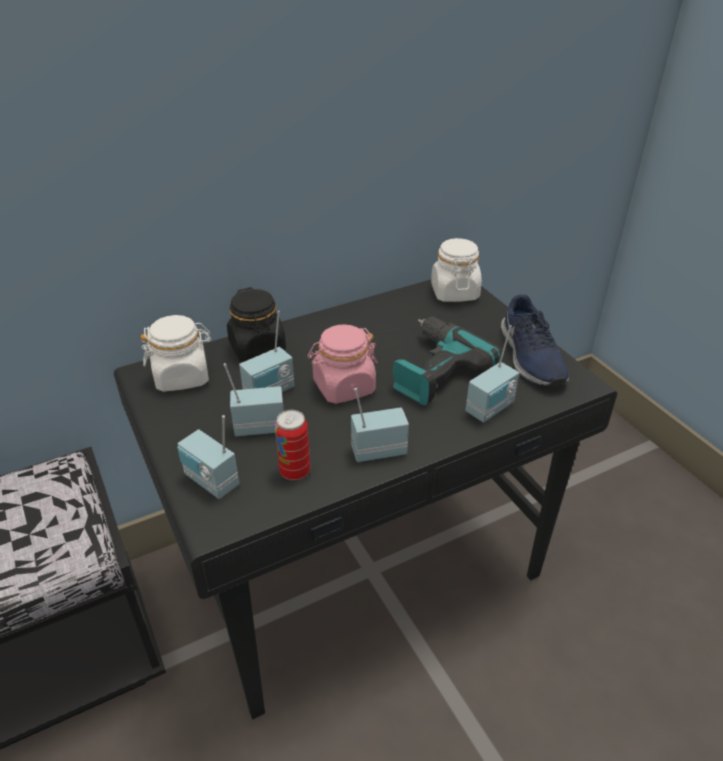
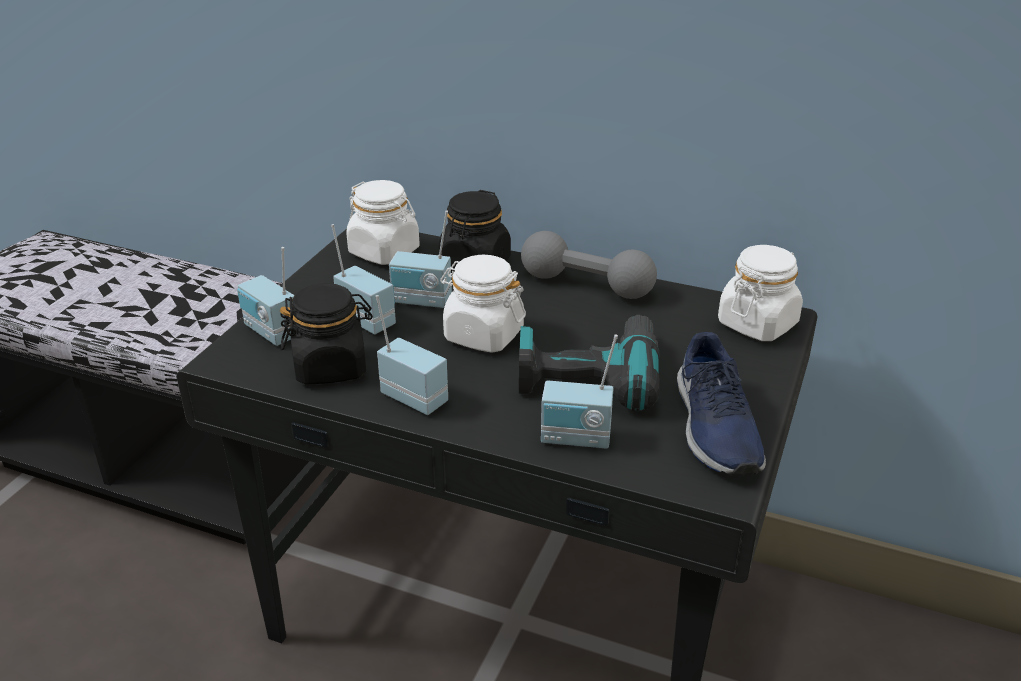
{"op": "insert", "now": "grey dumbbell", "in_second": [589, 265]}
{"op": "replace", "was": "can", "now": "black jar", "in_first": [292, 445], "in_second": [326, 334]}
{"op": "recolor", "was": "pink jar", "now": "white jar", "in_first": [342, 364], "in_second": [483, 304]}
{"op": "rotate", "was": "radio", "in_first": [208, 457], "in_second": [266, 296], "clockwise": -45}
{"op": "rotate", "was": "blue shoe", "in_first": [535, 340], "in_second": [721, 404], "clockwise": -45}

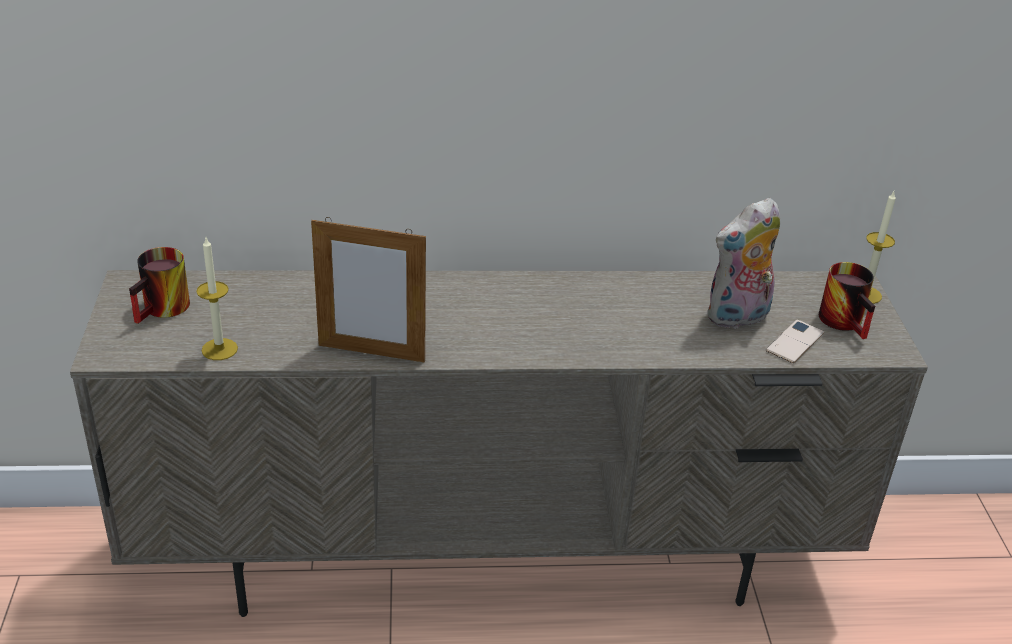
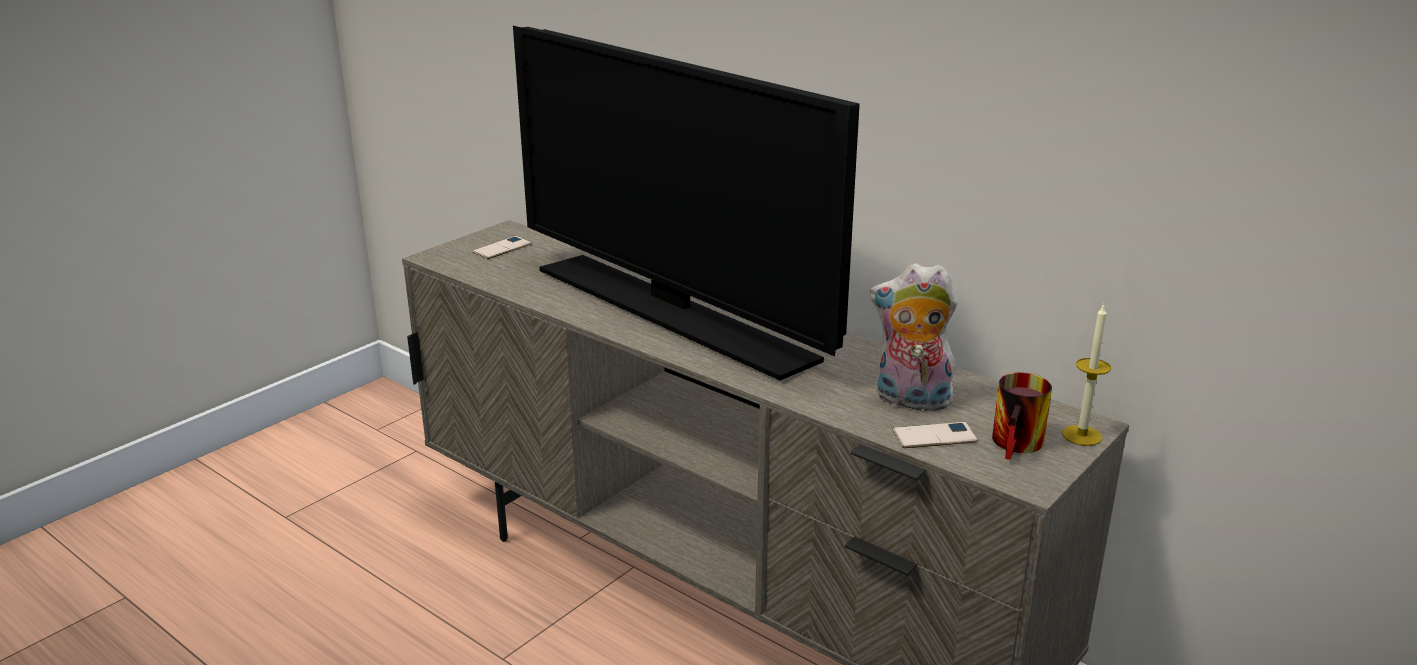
{"op": "delete", "was": "candle", "in_first": [217, 299]}
{"op": "delete", "was": "picture frame", "in_first": [368, 289]}
{"op": "insert", "now": "television", "in_second": [686, 203]}
{"op": "replace", "was": "mug", "now": "phone", "in_first": [159, 285], "in_second": [502, 247]}

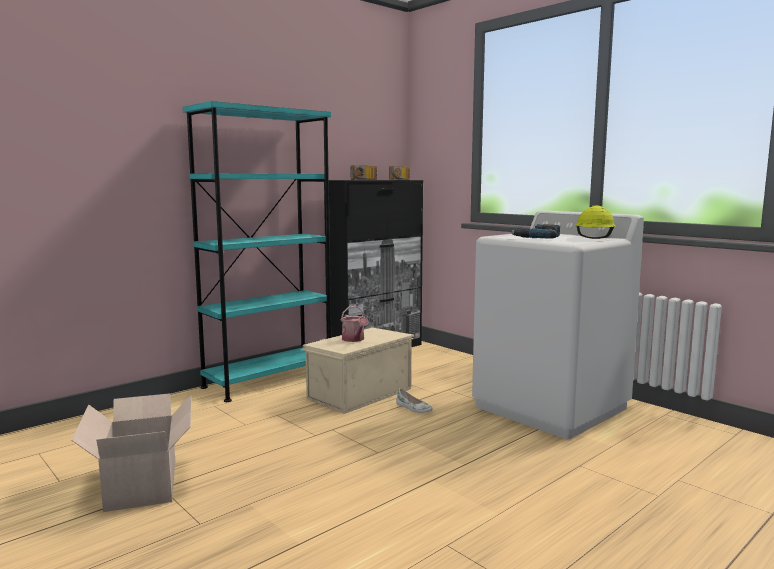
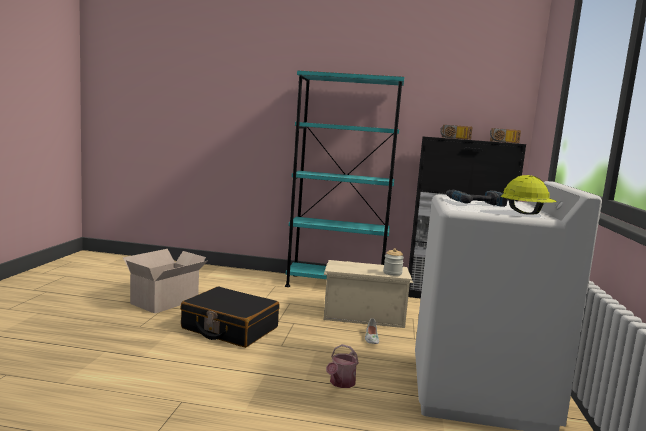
{"op": "insert", "now": "black suitcase", "in_second": [229, 317]}
{"op": "insert", "now": "jar", "in_second": [393, 262]}
{"op": "move", "was": "watering can", "in_first": [355, 324], "in_second": [342, 366]}

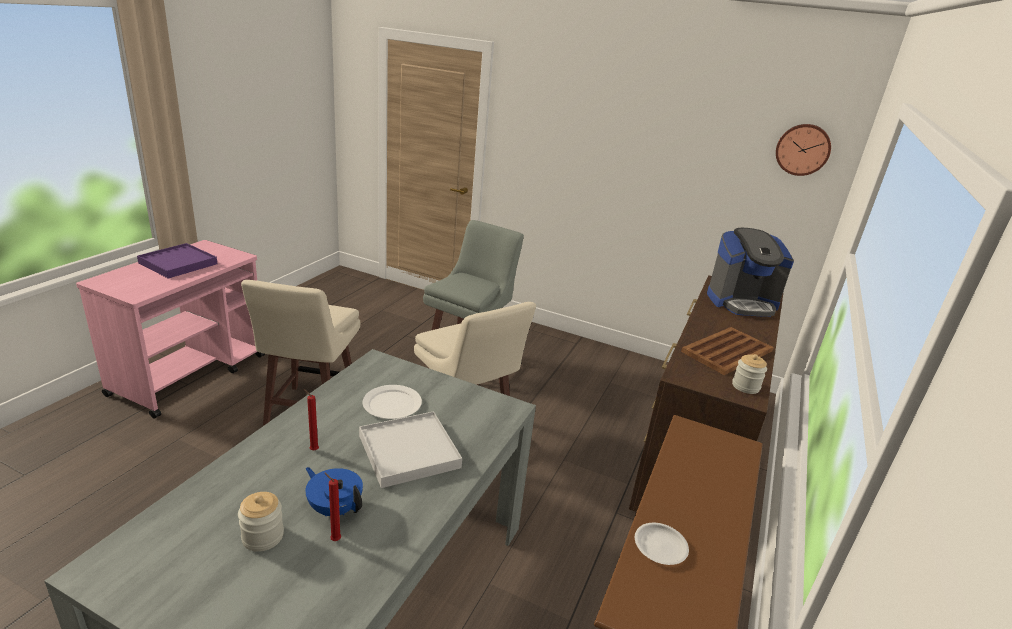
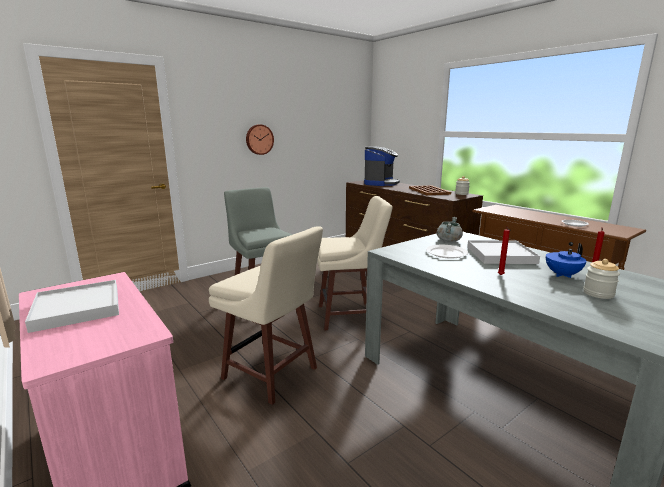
{"op": "insert", "now": "grey cooking pot", "in_second": [450, 229]}
{"op": "move", "was": "wall clock", "in_first": [803, 150], "in_second": [260, 139]}
{"op": "recolor", "was": "purple tray", "now": "white tray", "in_first": [177, 261], "in_second": [72, 306]}

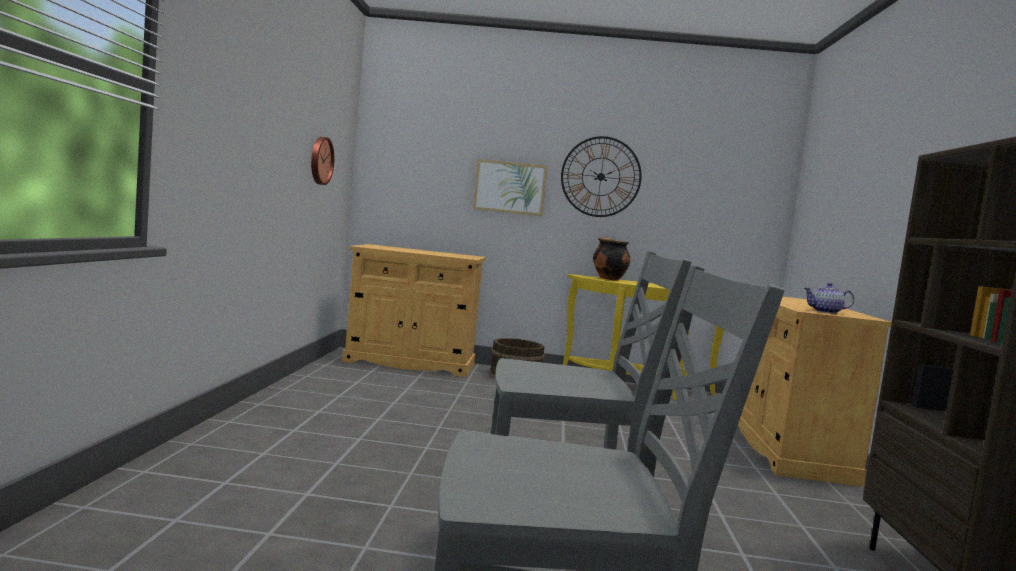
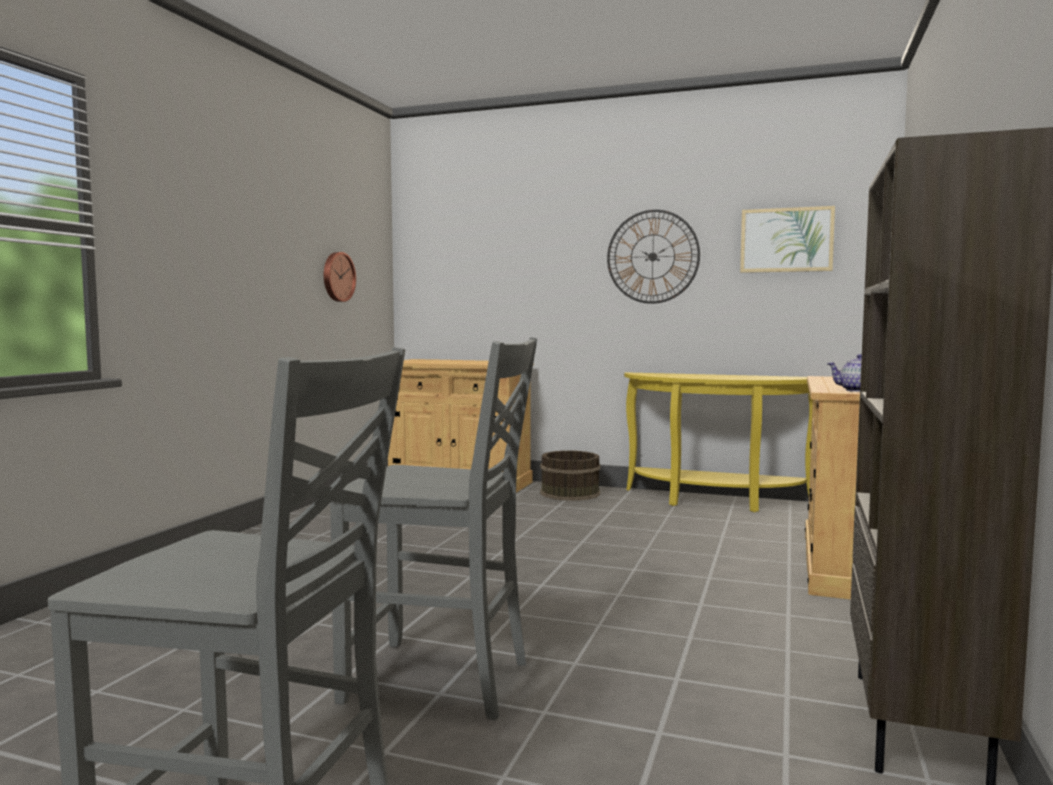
{"op": "delete", "was": "cooking pot", "in_first": [611, 259]}
{"op": "move", "was": "picture", "in_first": [510, 187], "in_second": [787, 239]}

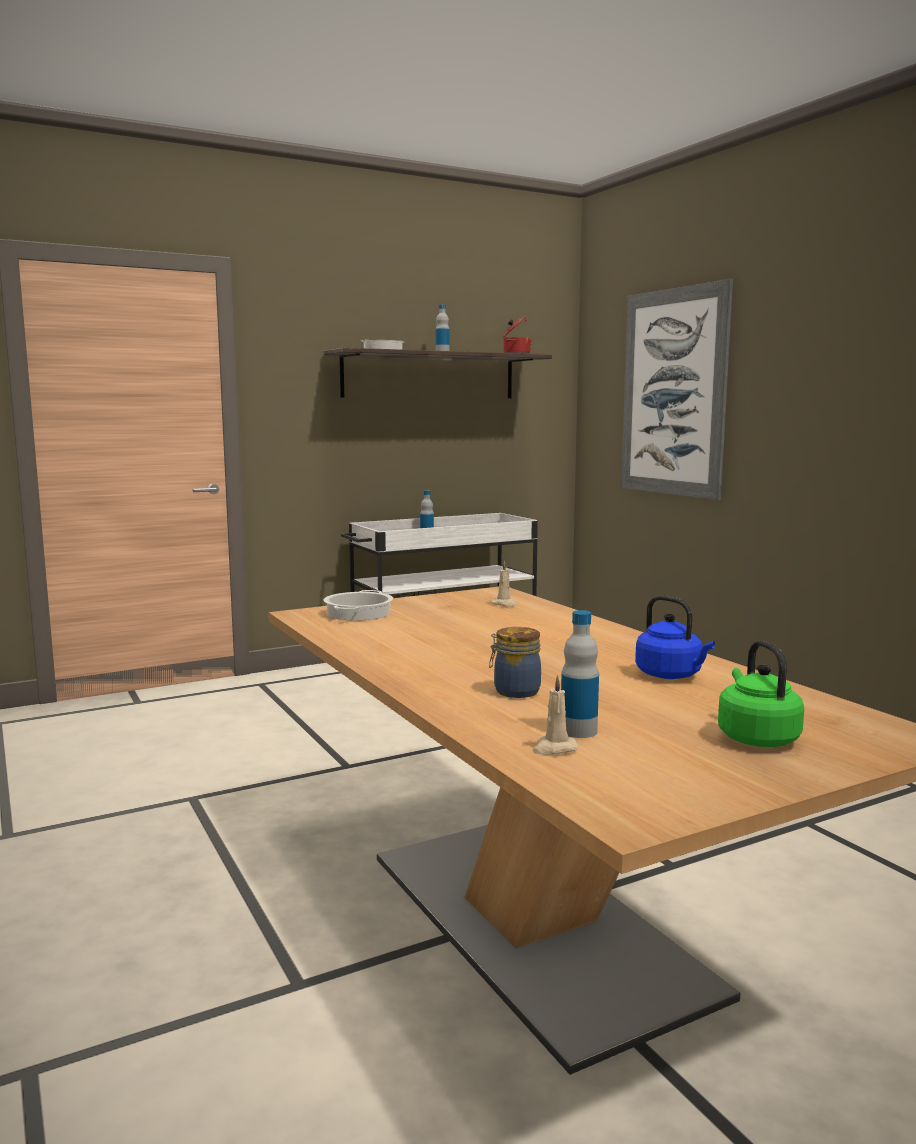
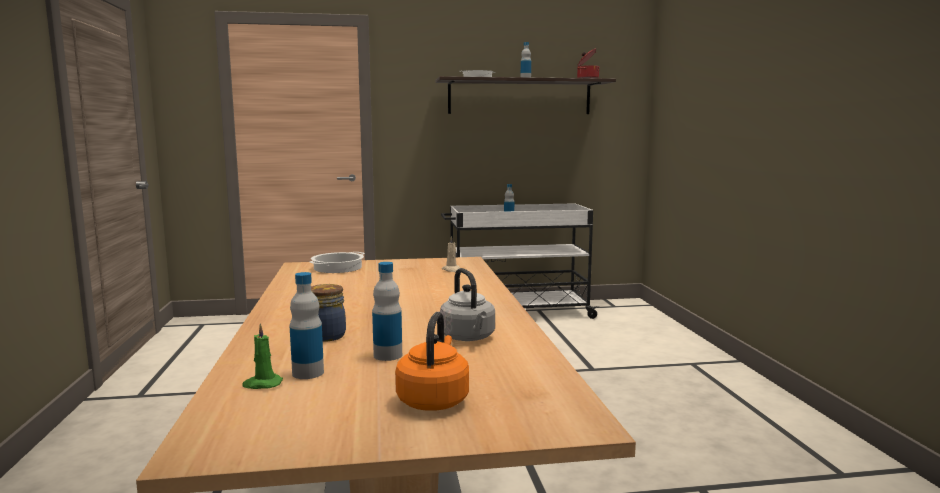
{"op": "delete", "was": "picture", "in_first": [677, 389]}
{"op": "insert", "now": "bottle", "in_second": [387, 311]}
{"op": "recolor", "was": "beige candle", "now": "green candle", "in_first": [555, 715], "in_second": [262, 356]}
{"op": "recolor", "was": "blue kettle", "now": "grey kettle", "in_first": [675, 637], "in_second": [467, 304]}
{"op": "recolor", "was": "green kettle", "now": "orange kettle", "in_first": [761, 693], "in_second": [432, 361]}

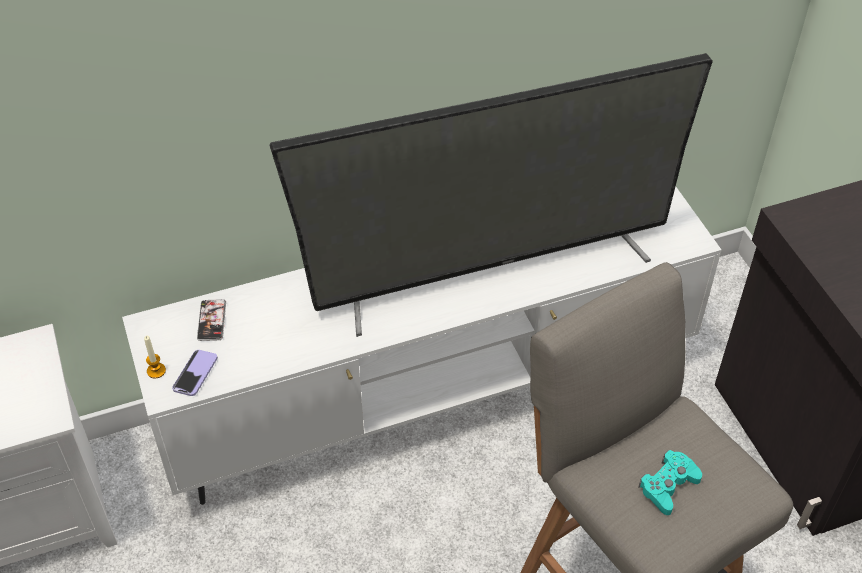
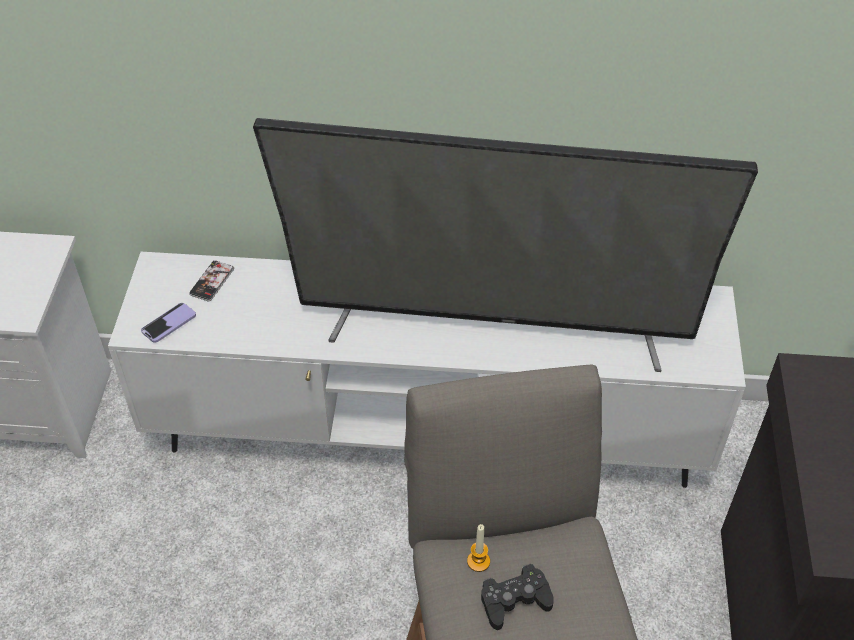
{"op": "move", "was": "candle", "in_first": [155, 357], "in_second": [478, 548]}
{"op": "recolor", "was": "turquoise game controller", "now": "black game controller", "in_first": [670, 482], "in_second": [517, 597]}

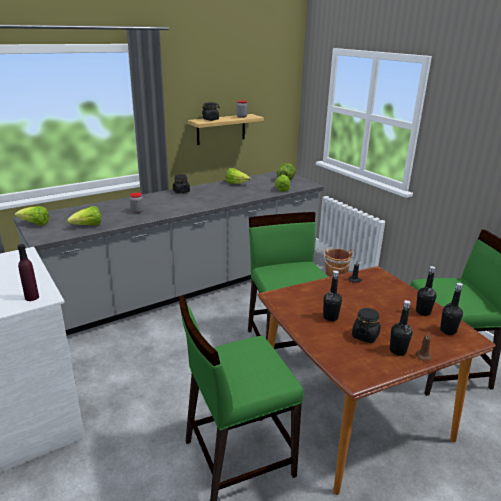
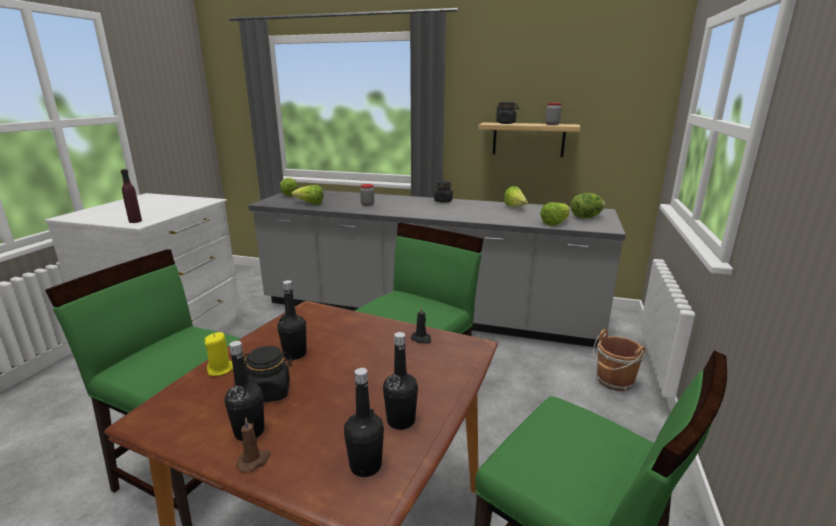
{"op": "insert", "now": "yellow candle", "in_second": [219, 354]}

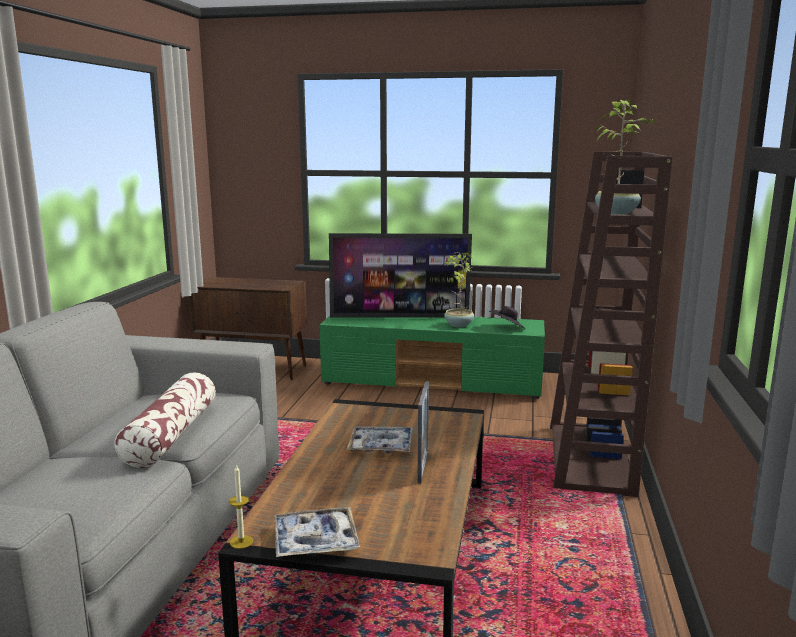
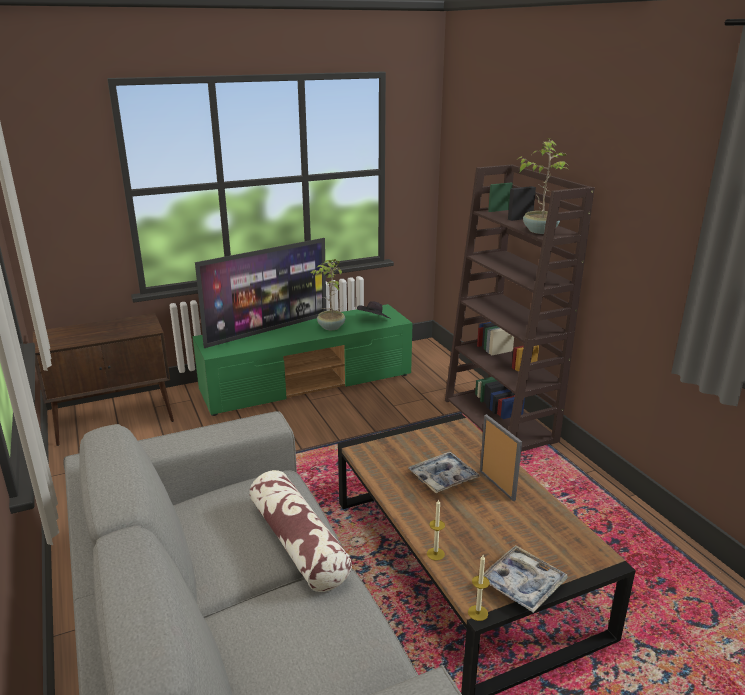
{"op": "insert", "now": "candle", "in_second": [436, 530]}

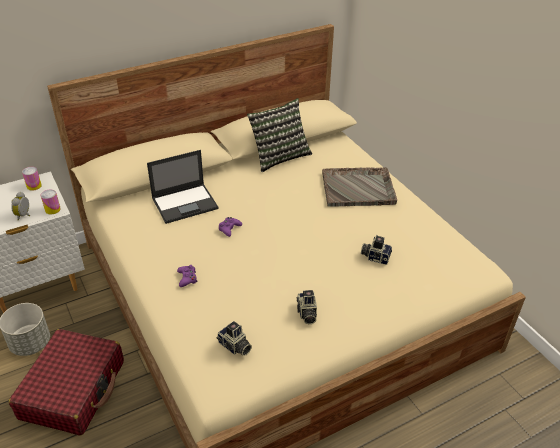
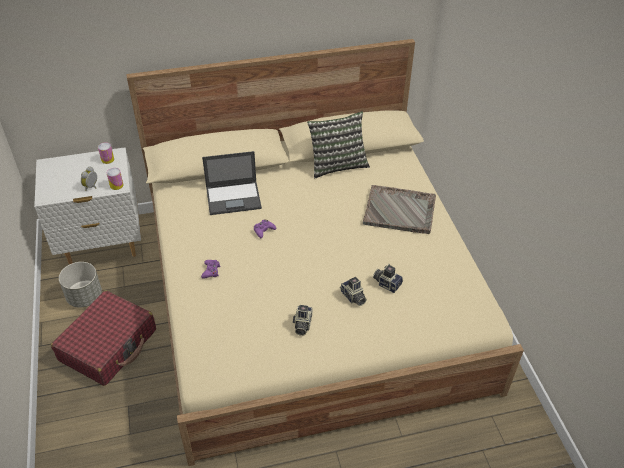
{"op": "move", "was": "photo camera", "in_first": [234, 338], "in_second": [353, 291]}

